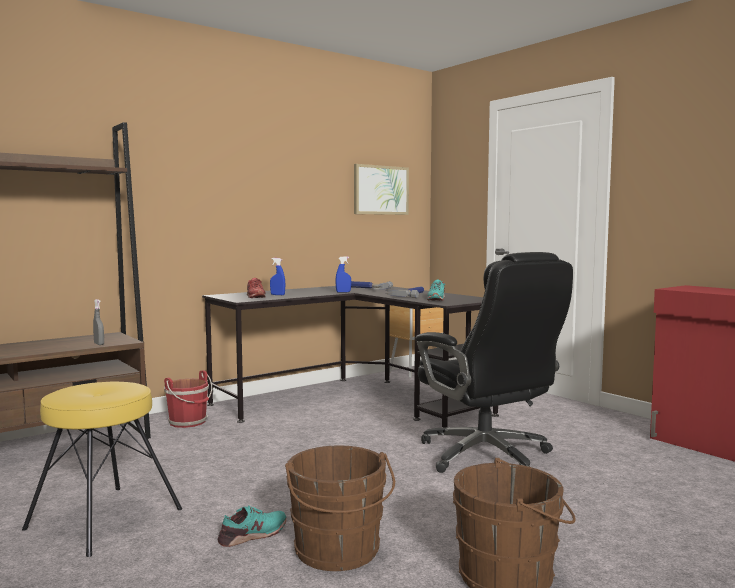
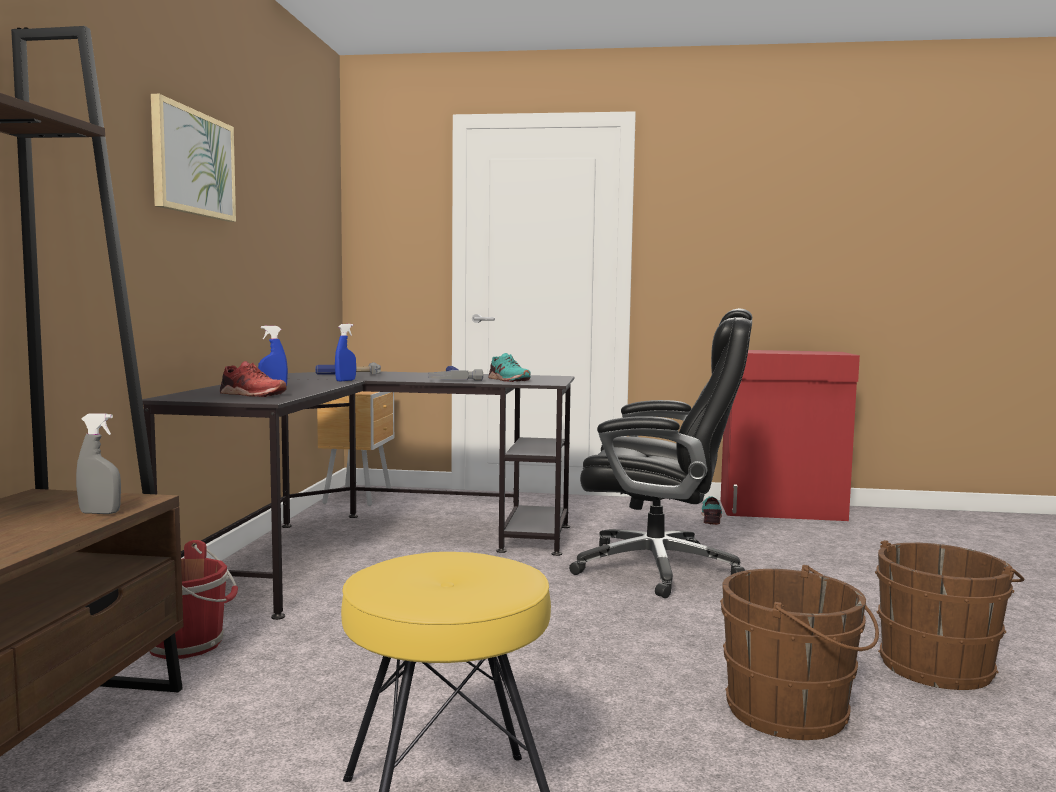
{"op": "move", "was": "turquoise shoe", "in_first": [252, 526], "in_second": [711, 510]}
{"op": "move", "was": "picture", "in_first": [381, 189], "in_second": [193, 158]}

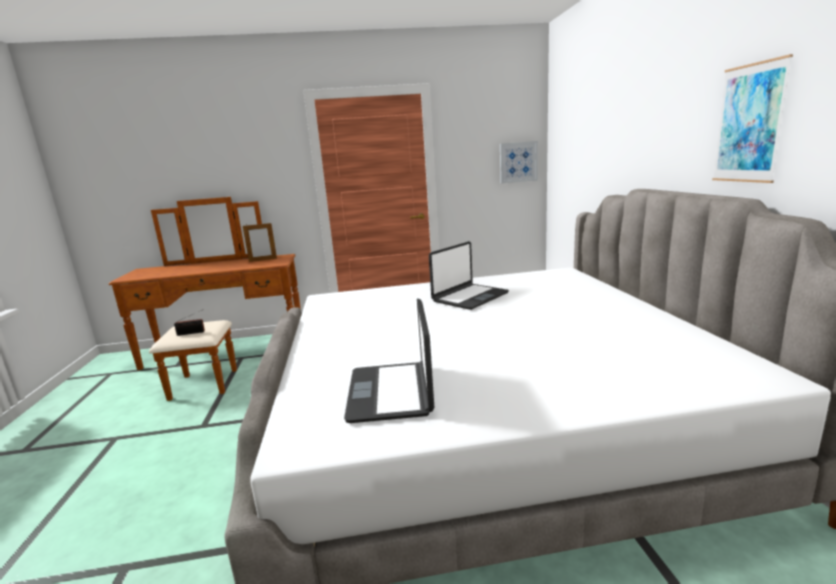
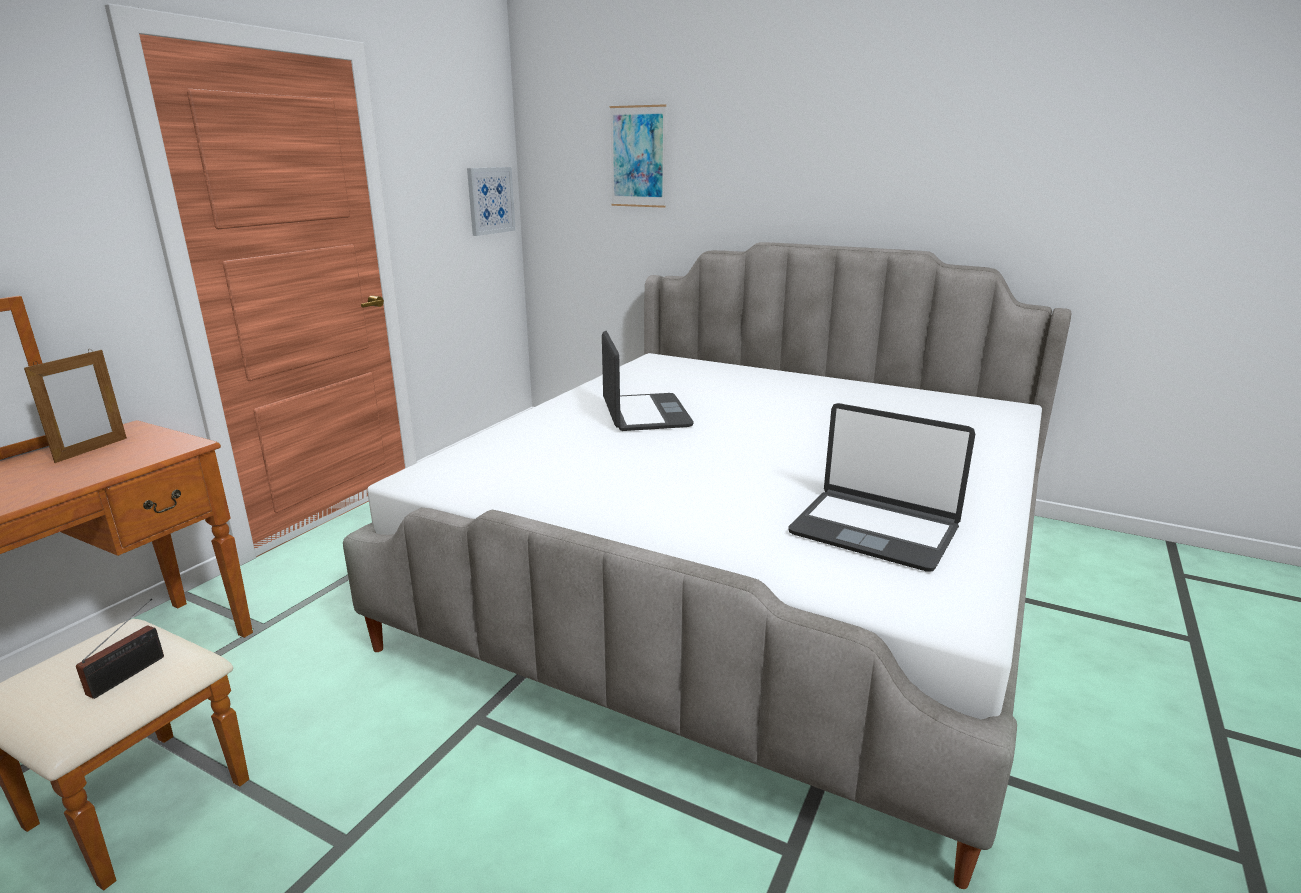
{"op": "move", "was": "picture", "in_first": [752, 118], "in_second": [638, 156]}

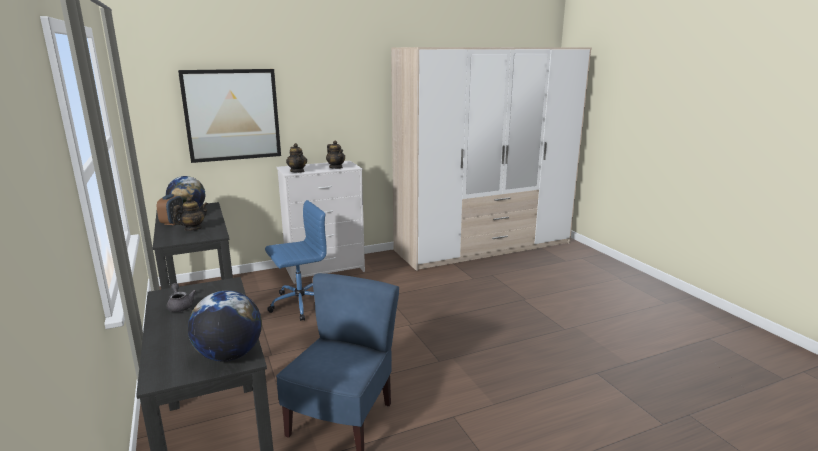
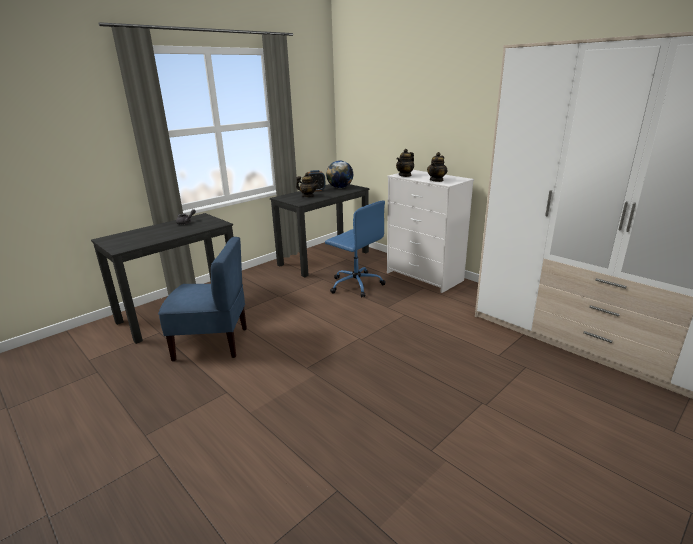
{"op": "delete", "was": "picture", "in_first": [229, 116]}
{"op": "delete", "was": "globe", "in_first": [225, 326]}

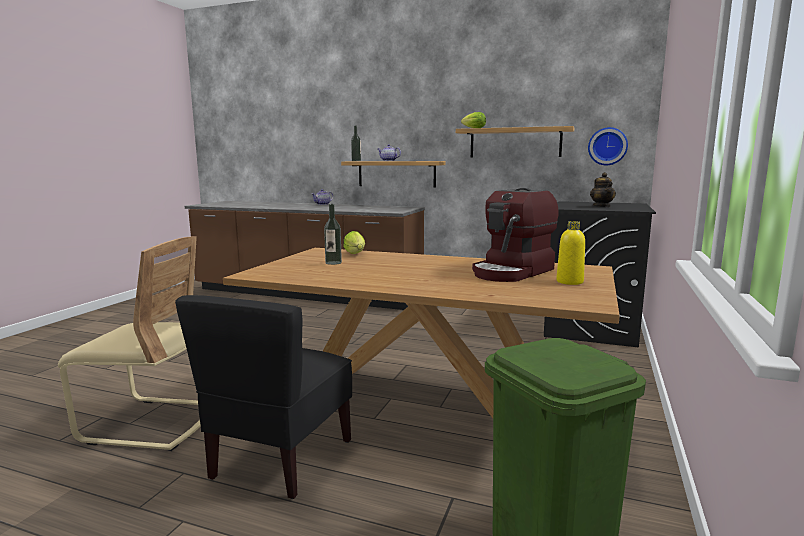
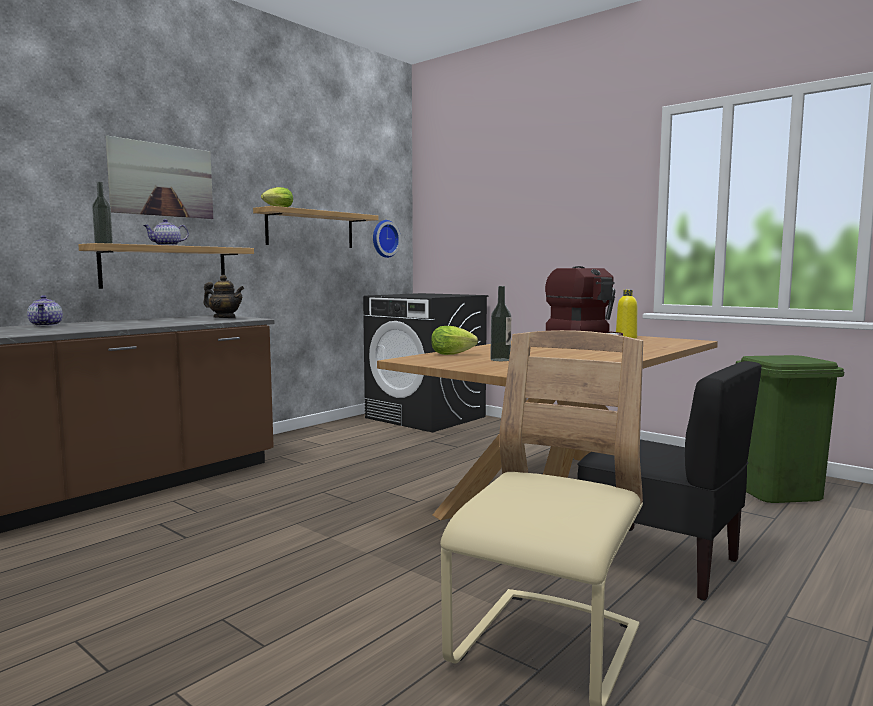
{"op": "insert", "now": "picture", "in_second": [159, 177]}
{"op": "move", "was": "teapot", "in_first": [603, 189], "in_second": [223, 296]}

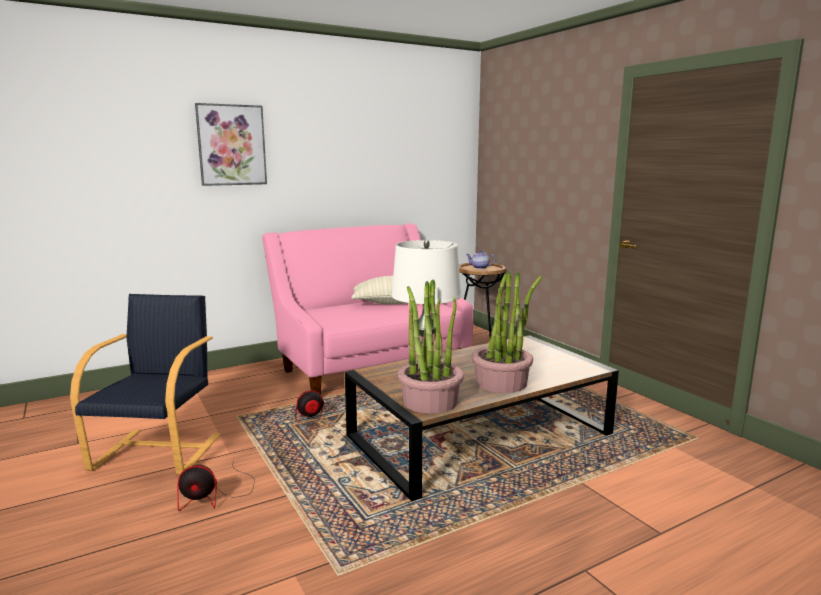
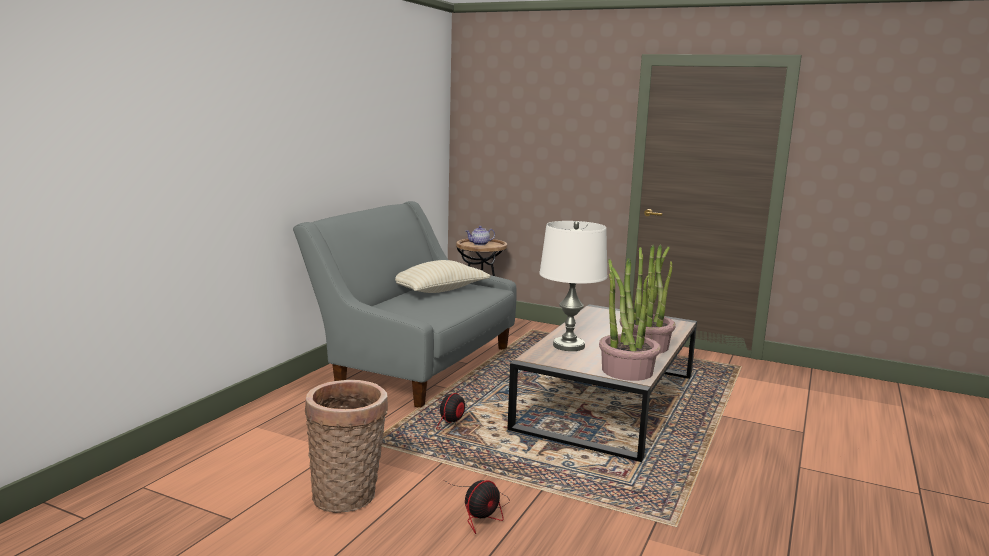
{"op": "delete", "was": "picture", "in_first": [231, 144]}
{"op": "replace", "was": "black armchair", "now": "basket", "in_first": [145, 384], "in_second": [346, 446]}
{"op": "recolor", "was": "pink sofa", "now": "grey sofa", "in_first": [367, 308], "in_second": [405, 304]}

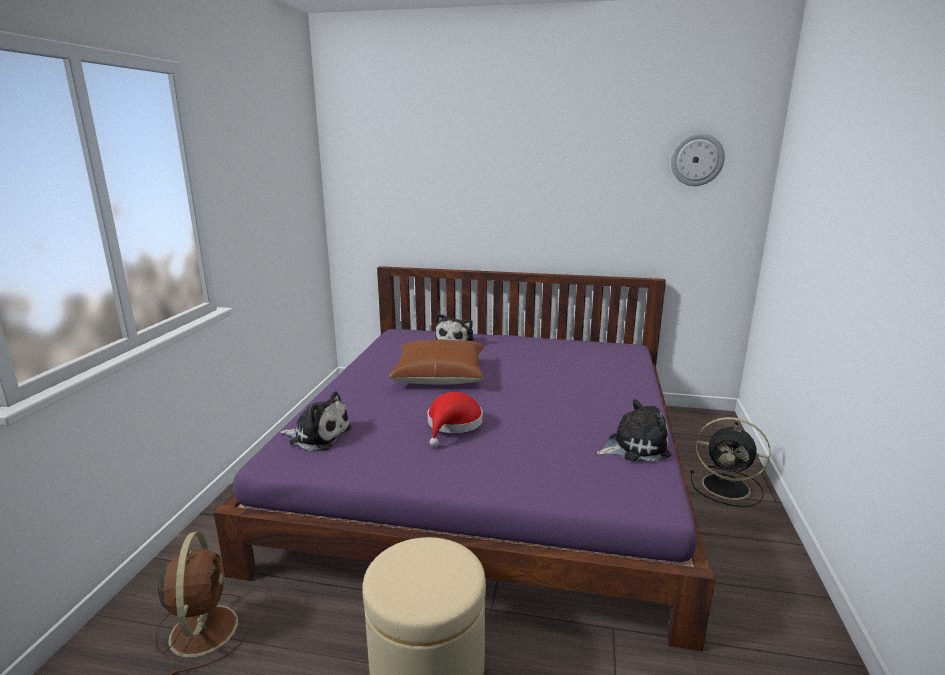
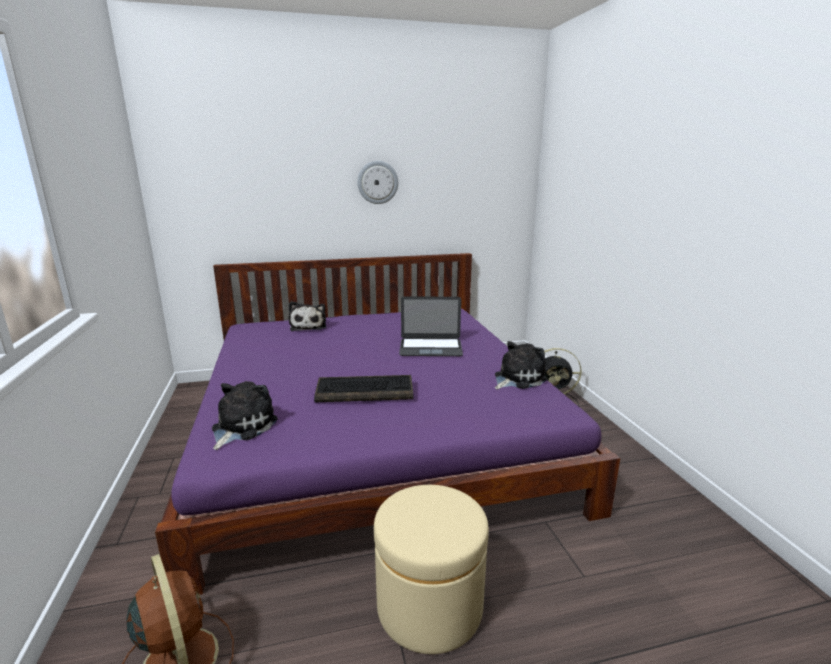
{"op": "delete", "was": "brown pillow", "in_first": [436, 362]}
{"op": "insert", "now": "laptop", "in_second": [431, 326]}
{"op": "move", "was": "wall clock", "in_first": [698, 159], "in_second": [377, 182]}
{"op": "replace", "was": "red hat", "now": "keyboard", "in_first": [455, 419], "in_second": [363, 388]}
{"op": "rotate", "was": "plush toy", "in_first": [316, 421], "in_second": [245, 415], "clockwise": -60}

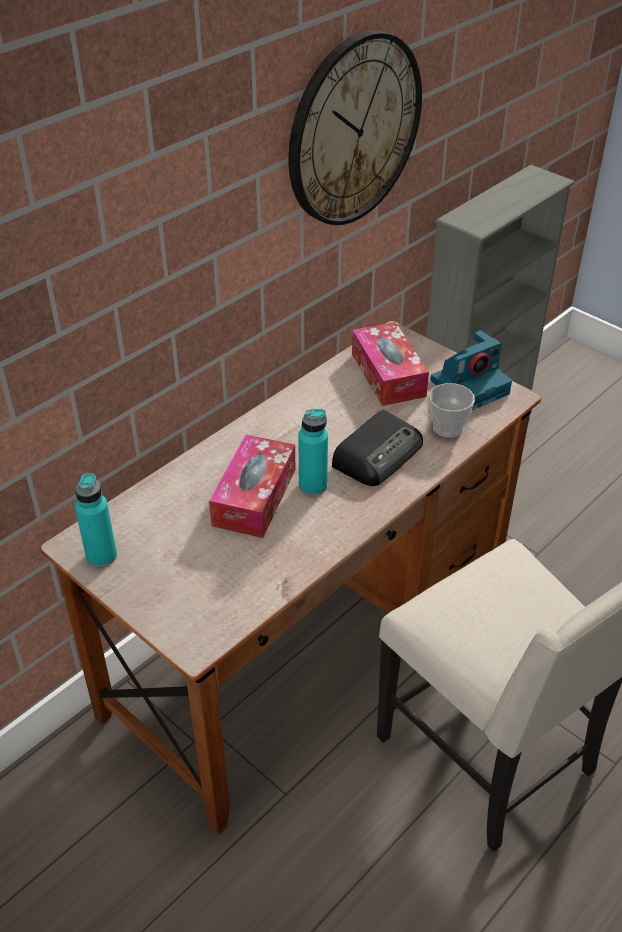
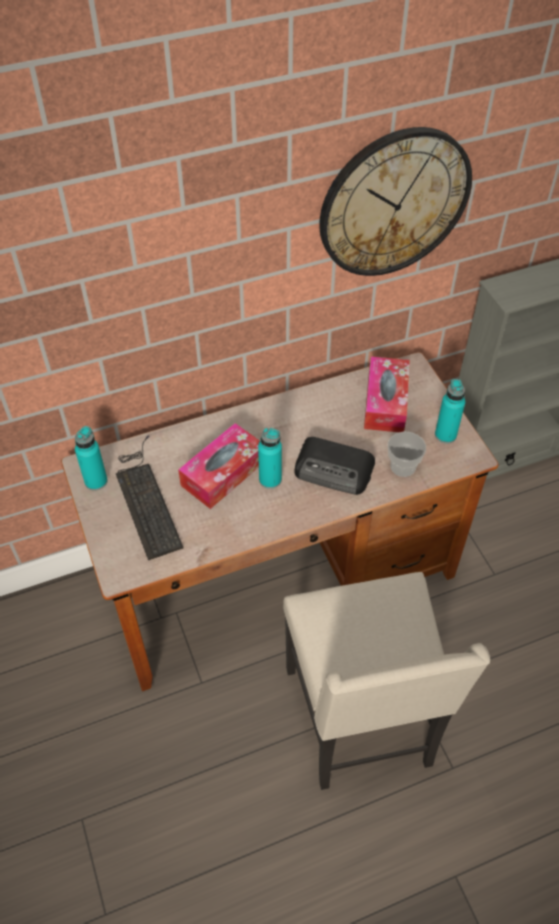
{"op": "insert", "now": "keyboard", "in_second": [149, 497]}
{"op": "replace", "was": "photo camera", "now": "turquoise bottle", "in_first": [471, 370], "in_second": [450, 411]}
{"op": "rotate", "was": "radio", "in_first": [377, 448], "in_second": [334, 466], "clockwise": 45}

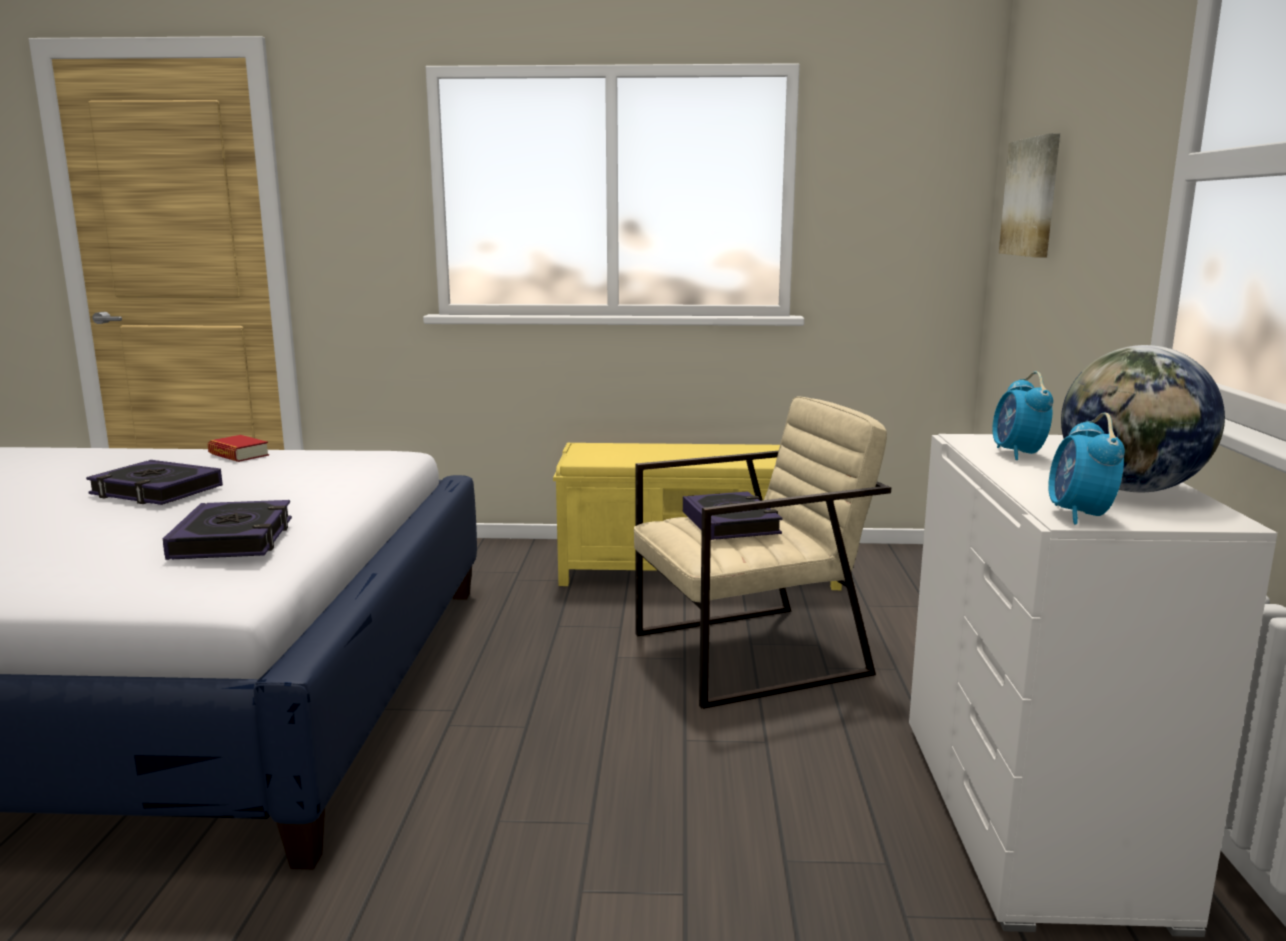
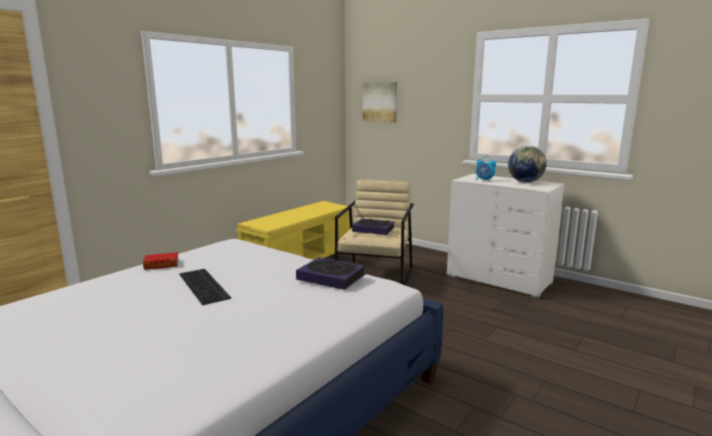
{"op": "delete", "was": "alarm clock", "in_first": [1086, 468]}
{"op": "replace", "was": "book", "now": "keyboard", "in_first": [154, 482], "in_second": [205, 287]}

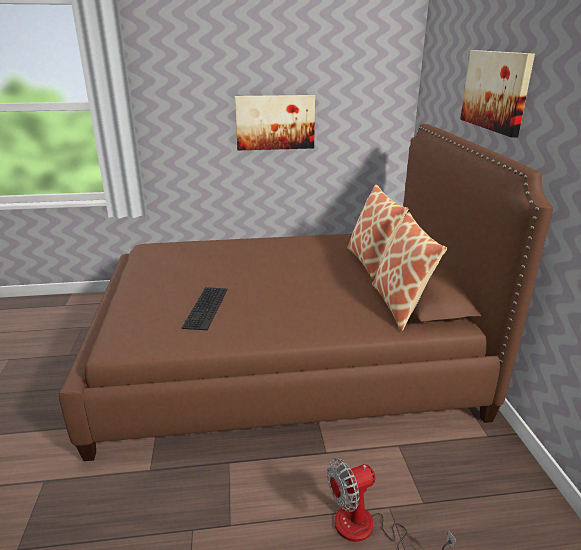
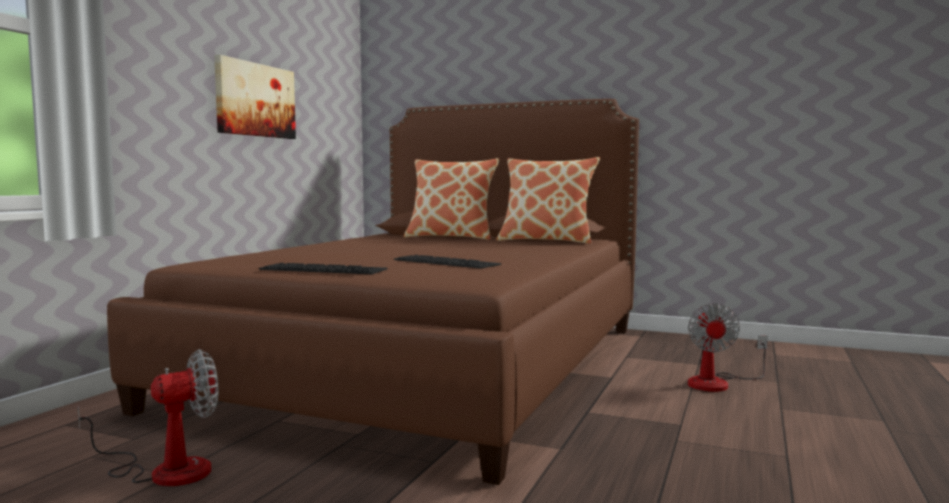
{"op": "delete", "was": "picture", "in_first": [497, 94]}
{"op": "insert", "now": "fan", "in_second": [147, 417]}
{"op": "insert", "now": "keyboard", "in_second": [323, 268]}

